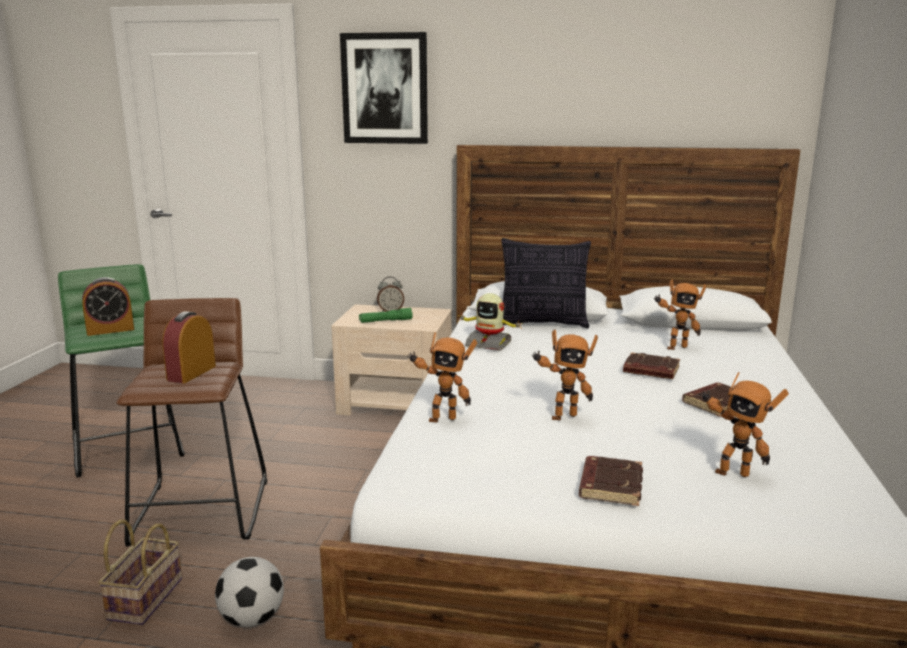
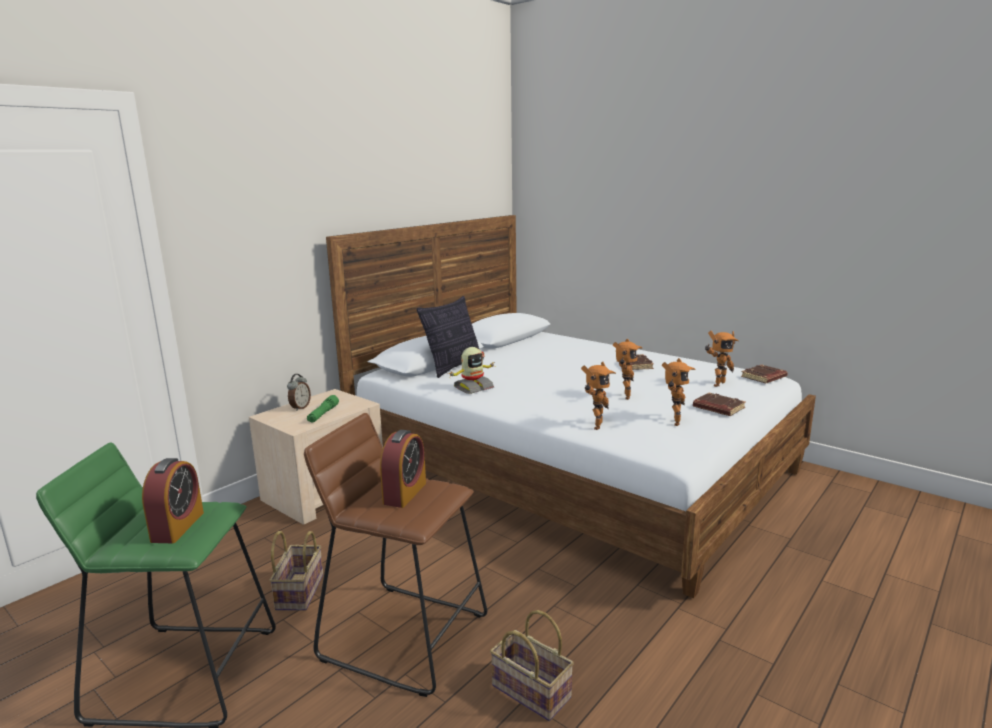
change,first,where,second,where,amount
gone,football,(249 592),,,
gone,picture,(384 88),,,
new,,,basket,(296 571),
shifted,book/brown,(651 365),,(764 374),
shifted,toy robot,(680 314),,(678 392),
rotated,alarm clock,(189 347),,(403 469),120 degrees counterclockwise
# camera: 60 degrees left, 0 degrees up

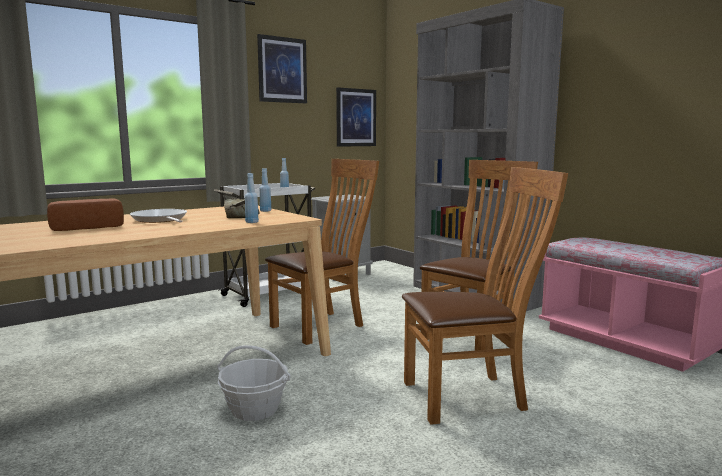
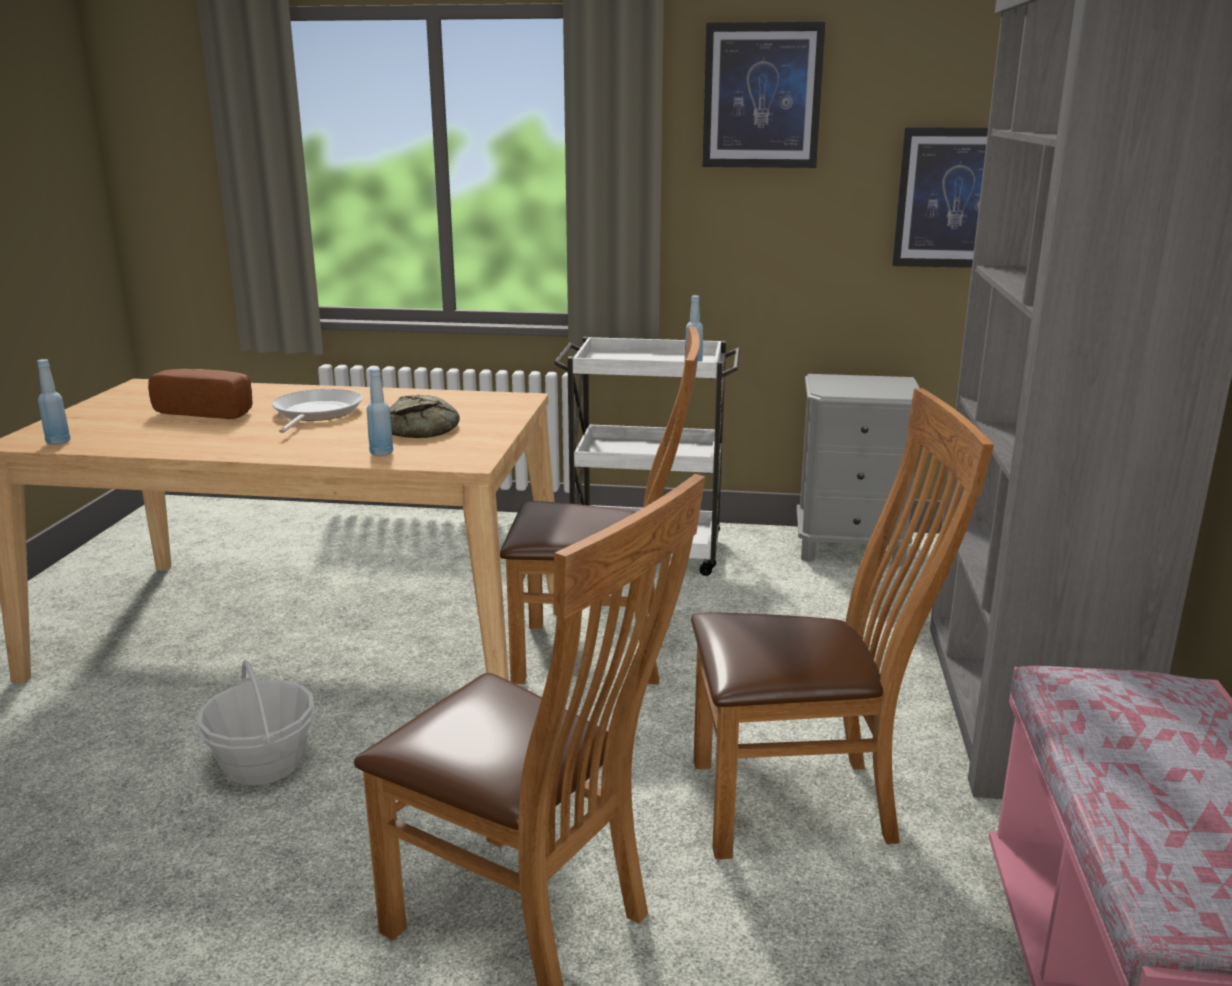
change,first,where,second,where,amount
shifted,bottle/blue,(265 190),,(53 402),
# camera: 45 degrees right, 10 degrees up

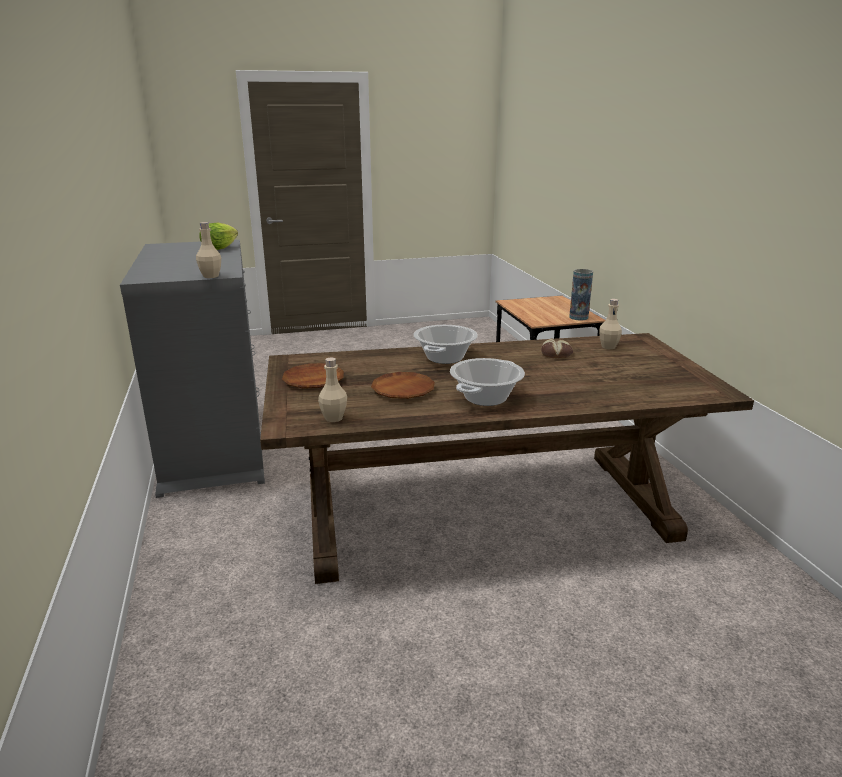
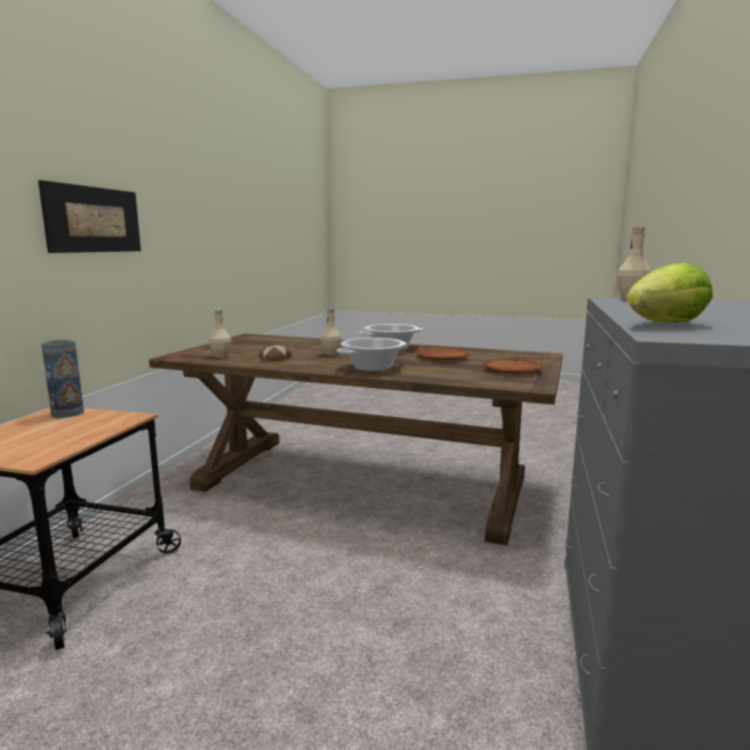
change,first,where,second,where,amount
new,,,picture,(89 216),
shifted,bottle/beige,(332 389),,(331 331),
# camera: 150 degrees left, 10 degrees down

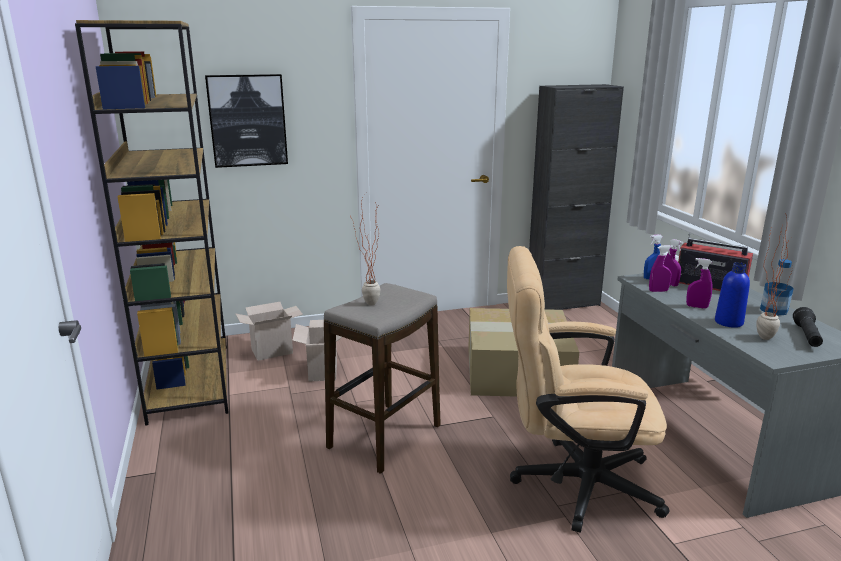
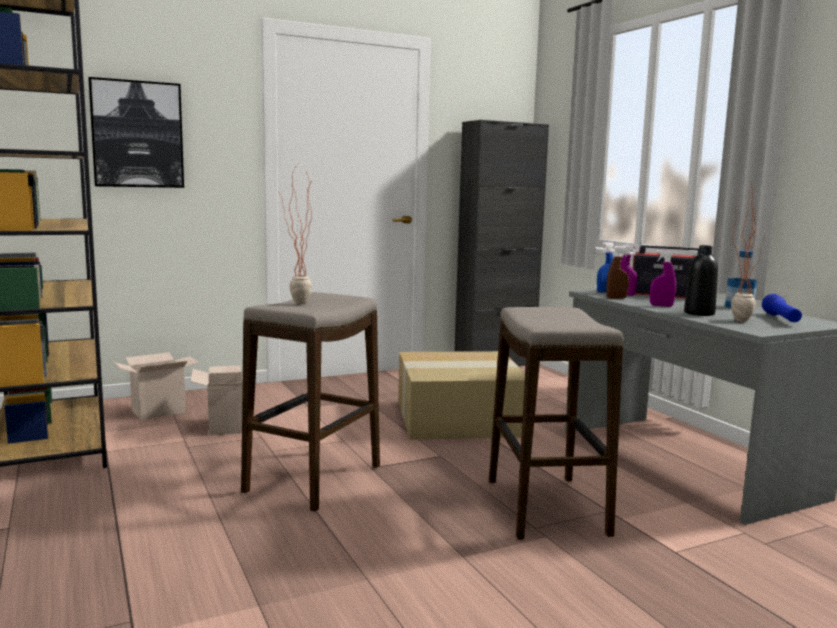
change,first,where,second,where,amount
swapped,office chair/beige,(588 389),stool,(556 423),
repainted,spray bottle/purple,(661 268),spray bottle/brown,(617 272),
repainted,bottle/blue,(732 295),bottle/black,(701 280),
repainted,flashlight/black,(808 327),flashlight/blue,(782 308),
# camera: 10 degrees left, 10 degrees down

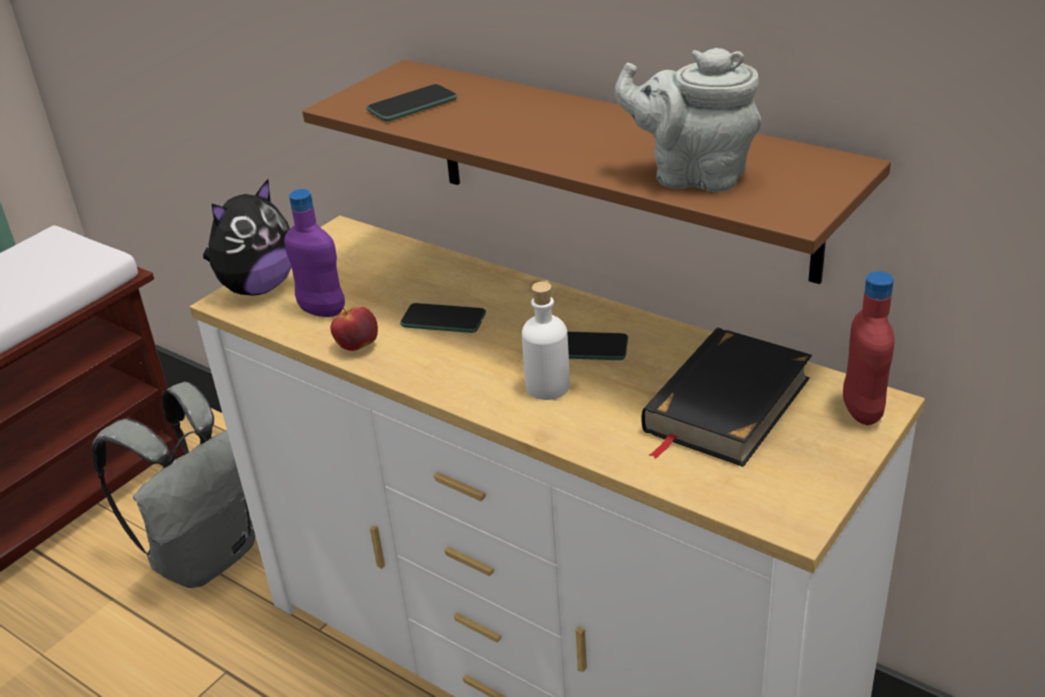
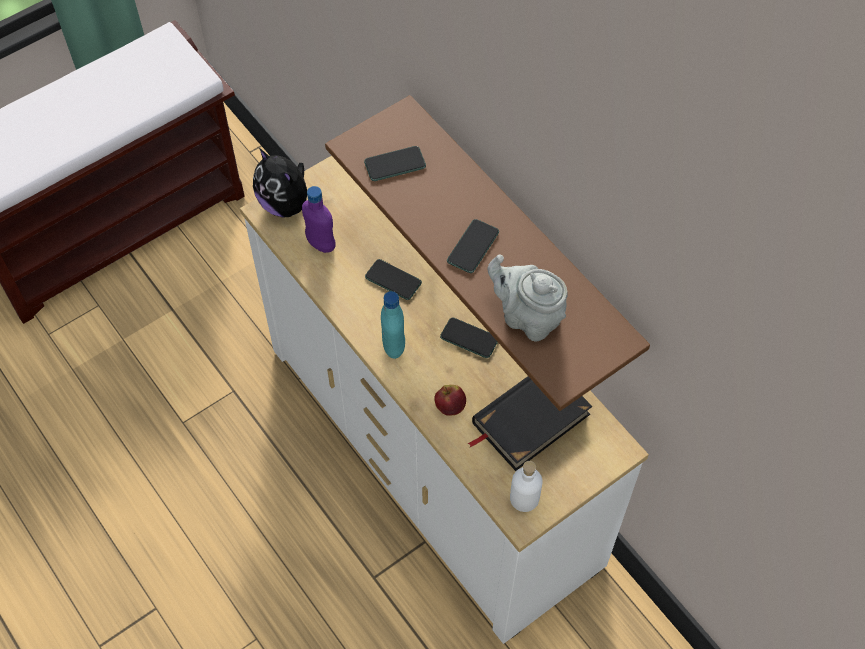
change,first,where,second,where,amount
gone,backpack/grey,(173 485),,,
gone,bottle/red,(869 348),,,
new,,,bottle/turquoise,(393 325),
new,,,phone,(473 246),
shifted,apple,(354 328),,(450 400),
shifted,bottle/white,(546 341),,(526 486),
rotated,plush toy,(247 237),,(280 182),75 degrees clockwise
# camera: 15 degrees right, 25 degrees up

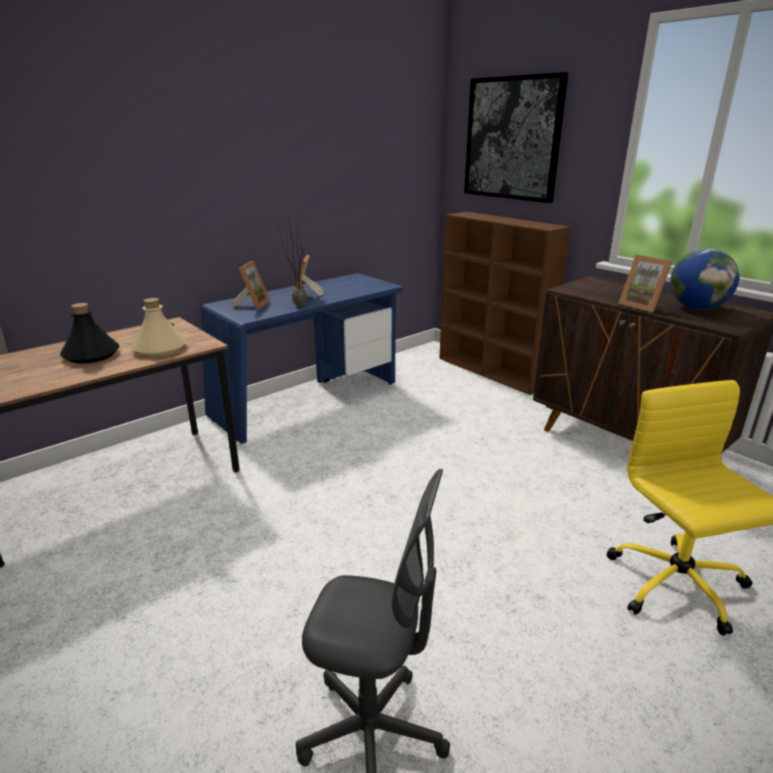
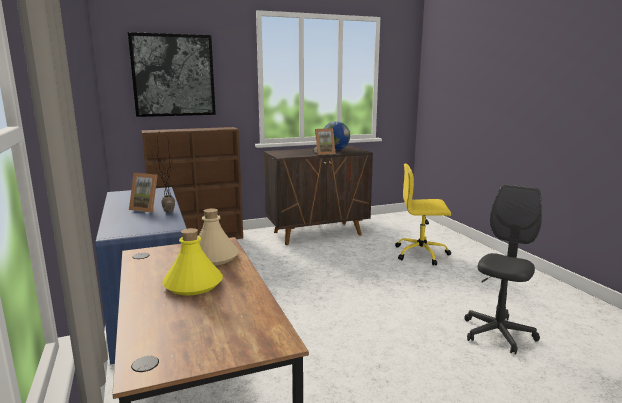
change,first,where,second,where,amount
gone,picture frame,(251 285),,,
repainted,bottle/black,(89 333),bottle/yellow,(192 262),
# camera: 70 degrees left, 10 degrees down

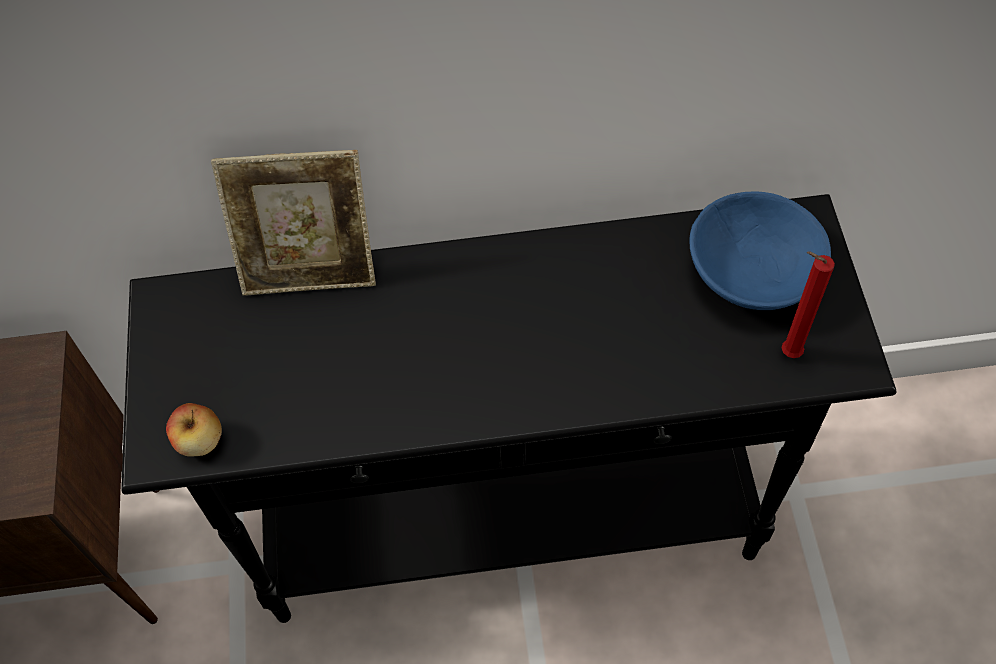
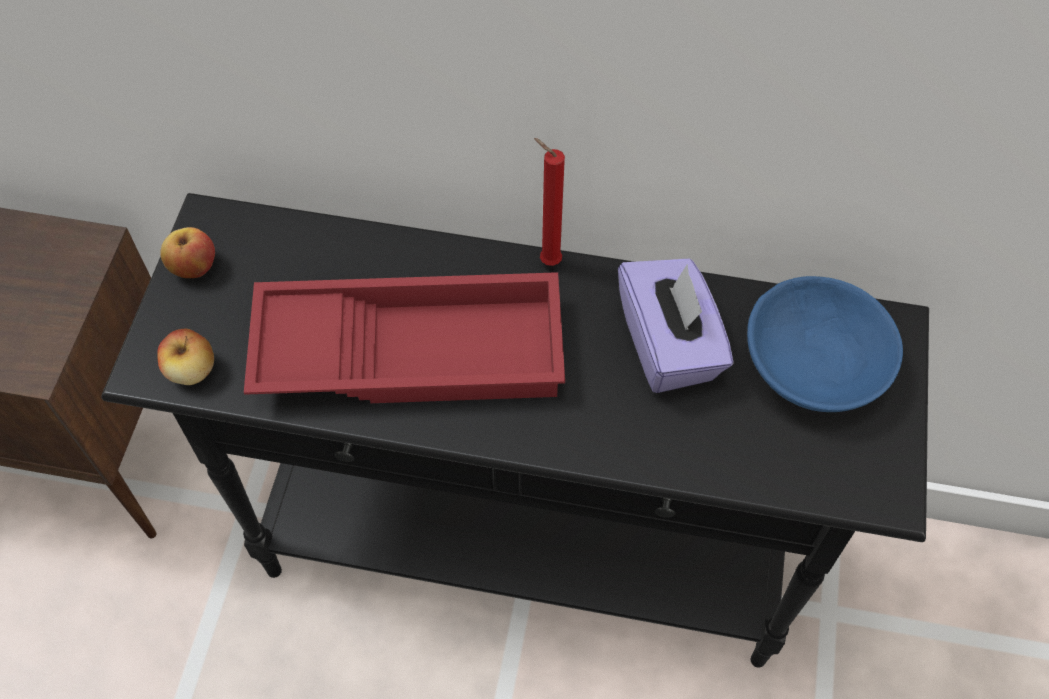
change,first,where,second,where,amount
gone,picture frame,(293 223),,,
new,,,apple,(187 252),
new,,,tray/red,(404 337),
new,,,tissue box/purple,(675 326),
shifted,candle/red,(808 304),,(549 202),
# camera: 15 degrees right, 0 degrees up

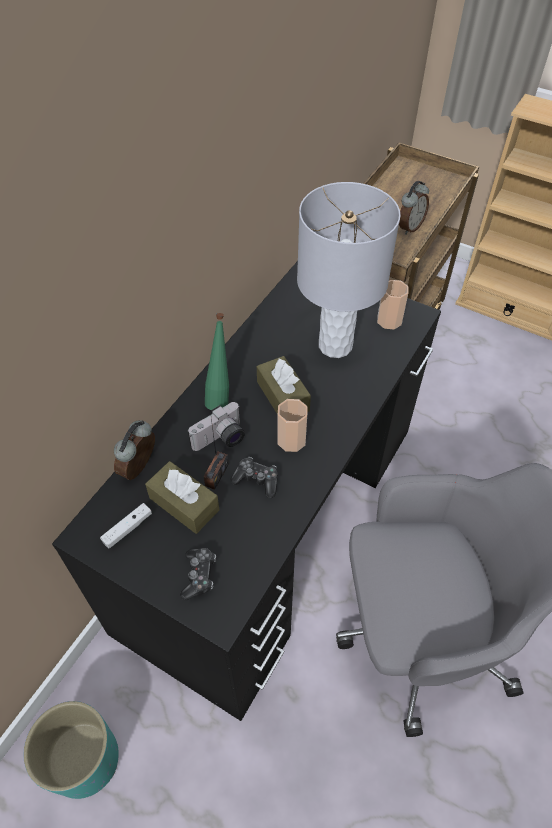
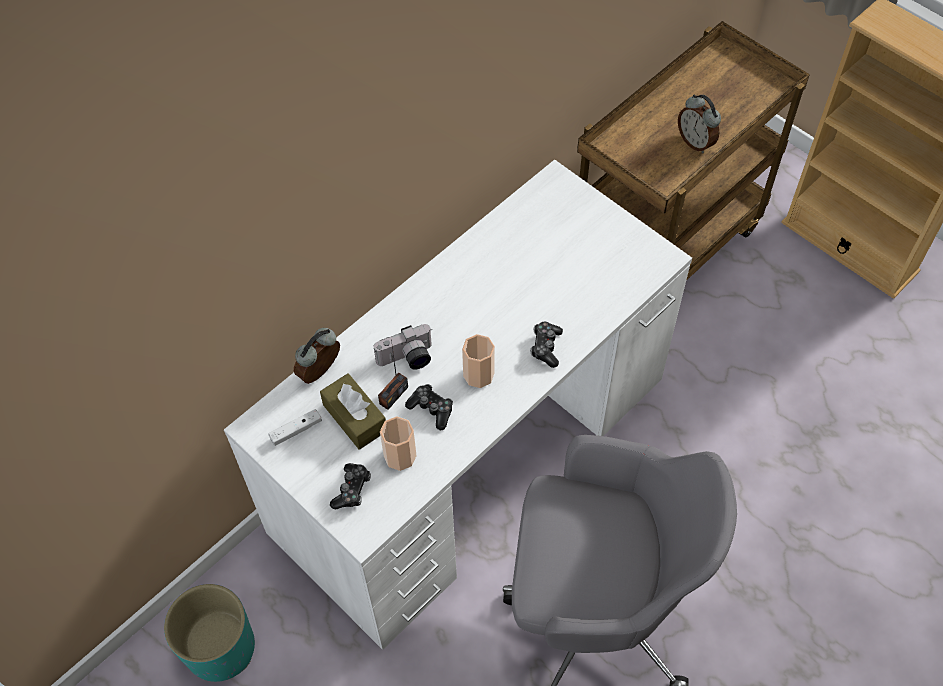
change,first,where,second,where,amount
gone,bottle/green,(217 361),,,
gone,tissue box/brown,(284 385),,,
gone,table lamp/grey,(349 270),,,
new,,,game controller,(546 345),
shifted,cup,(392 304),,(398 443),
repainted,desk/black,(246 491),desk/white,(458 404),
rotated,alarm clock,(414 208),,(699 124),90 degrees clockwise
# camera: 15 degrees right, 5 degrees up

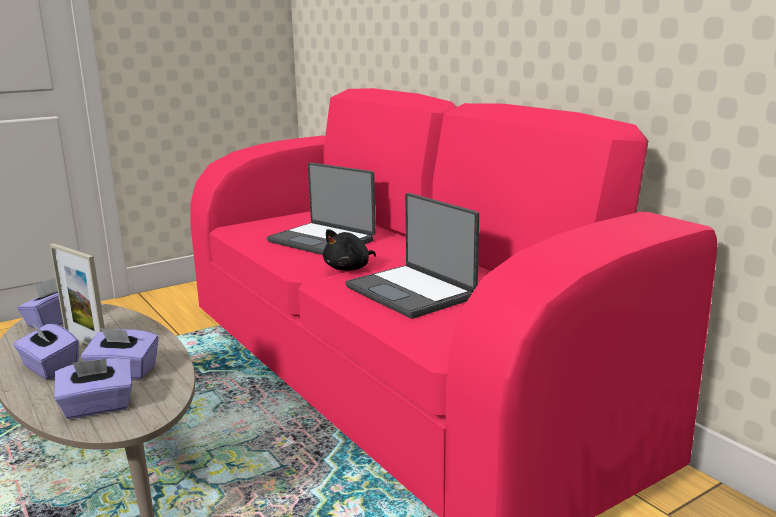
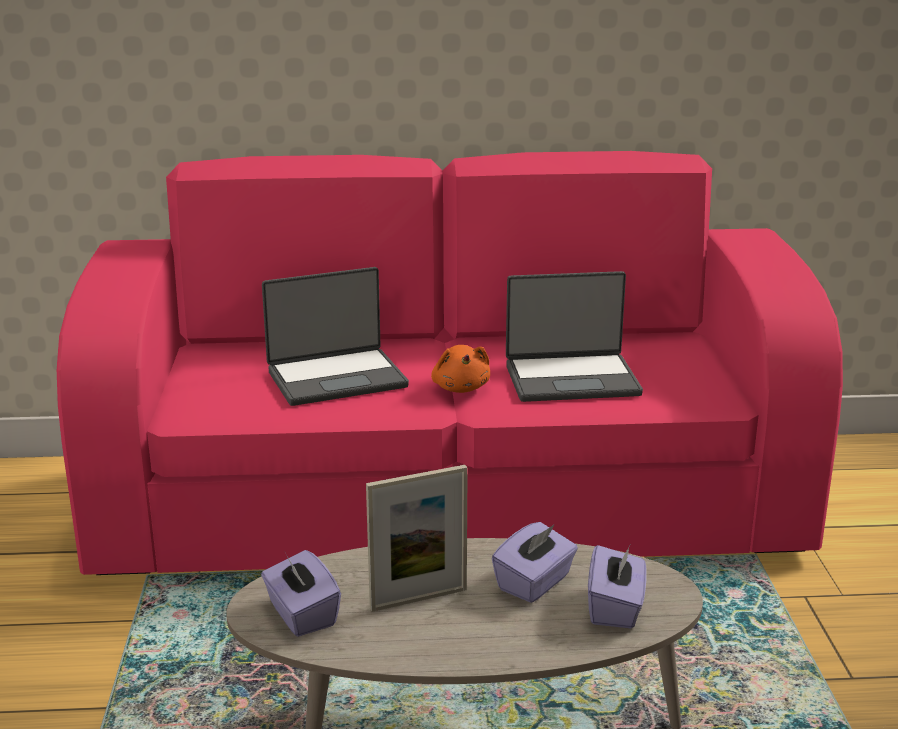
change,first,where,second,where,amount
gone,tissue box/purple,(46 351),,,
repainted,plush toy/black,(349 250),plush toy/orange,(460 369),
# camera: 60 degrees left, 5 degrees up

